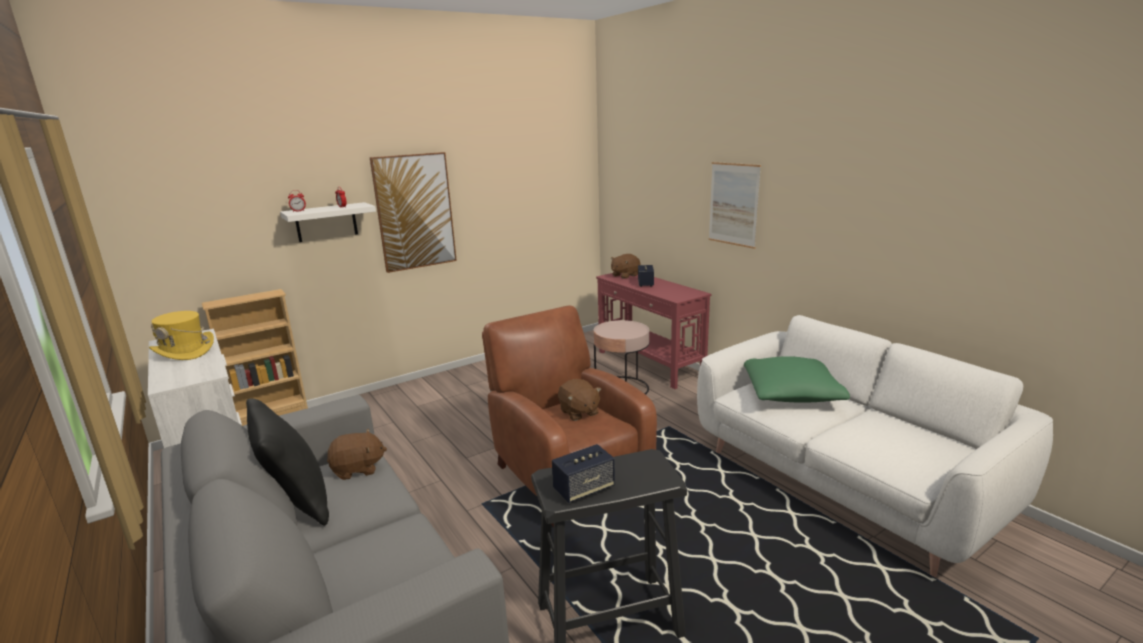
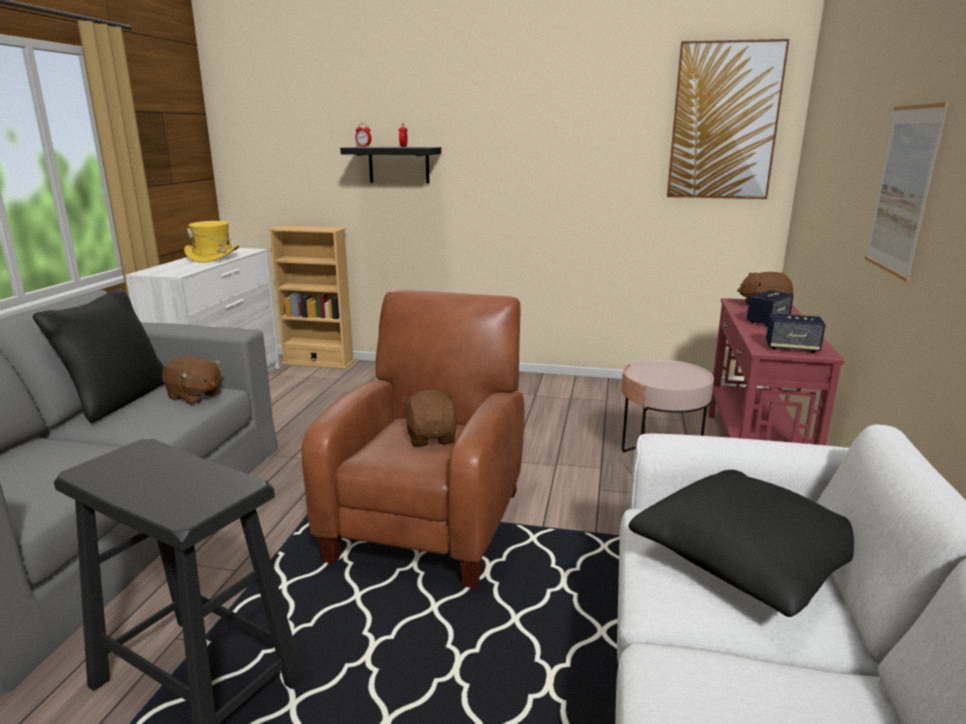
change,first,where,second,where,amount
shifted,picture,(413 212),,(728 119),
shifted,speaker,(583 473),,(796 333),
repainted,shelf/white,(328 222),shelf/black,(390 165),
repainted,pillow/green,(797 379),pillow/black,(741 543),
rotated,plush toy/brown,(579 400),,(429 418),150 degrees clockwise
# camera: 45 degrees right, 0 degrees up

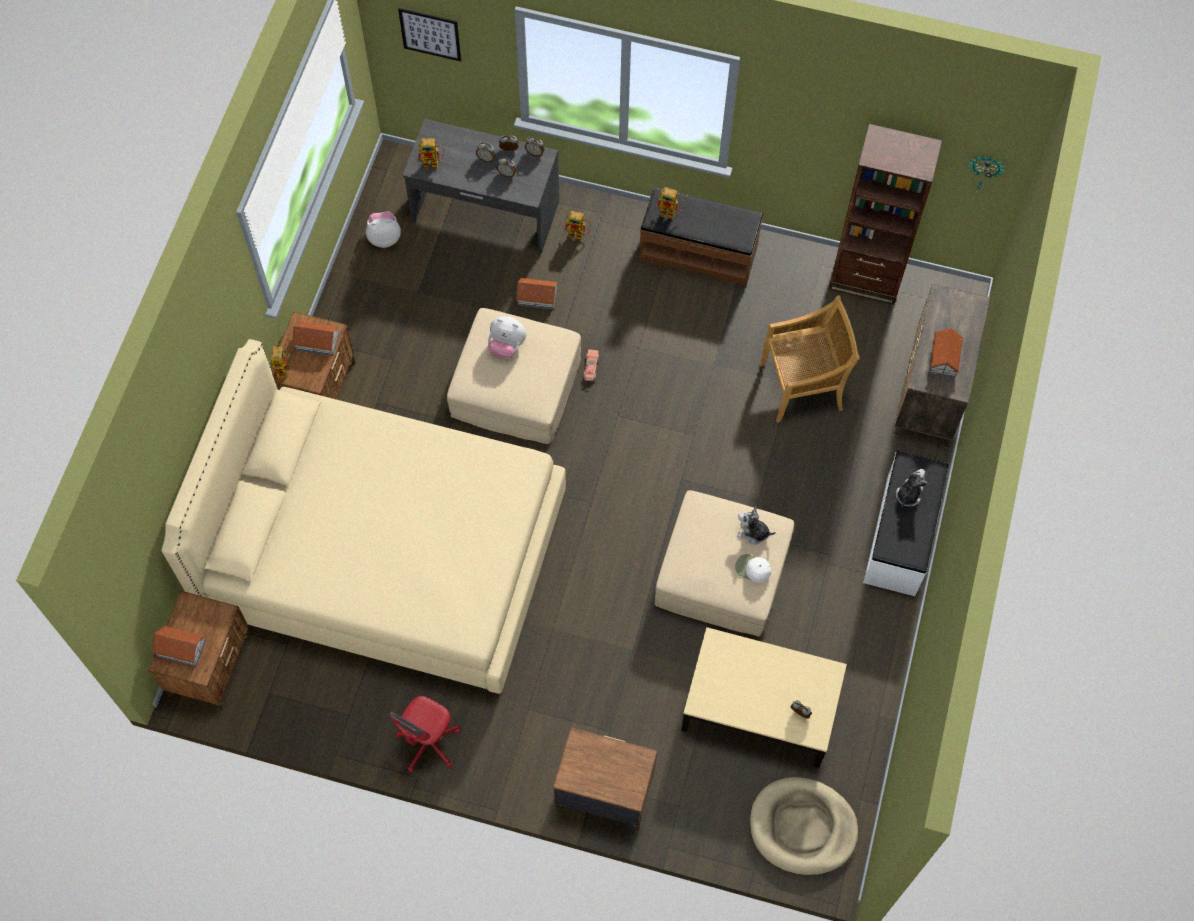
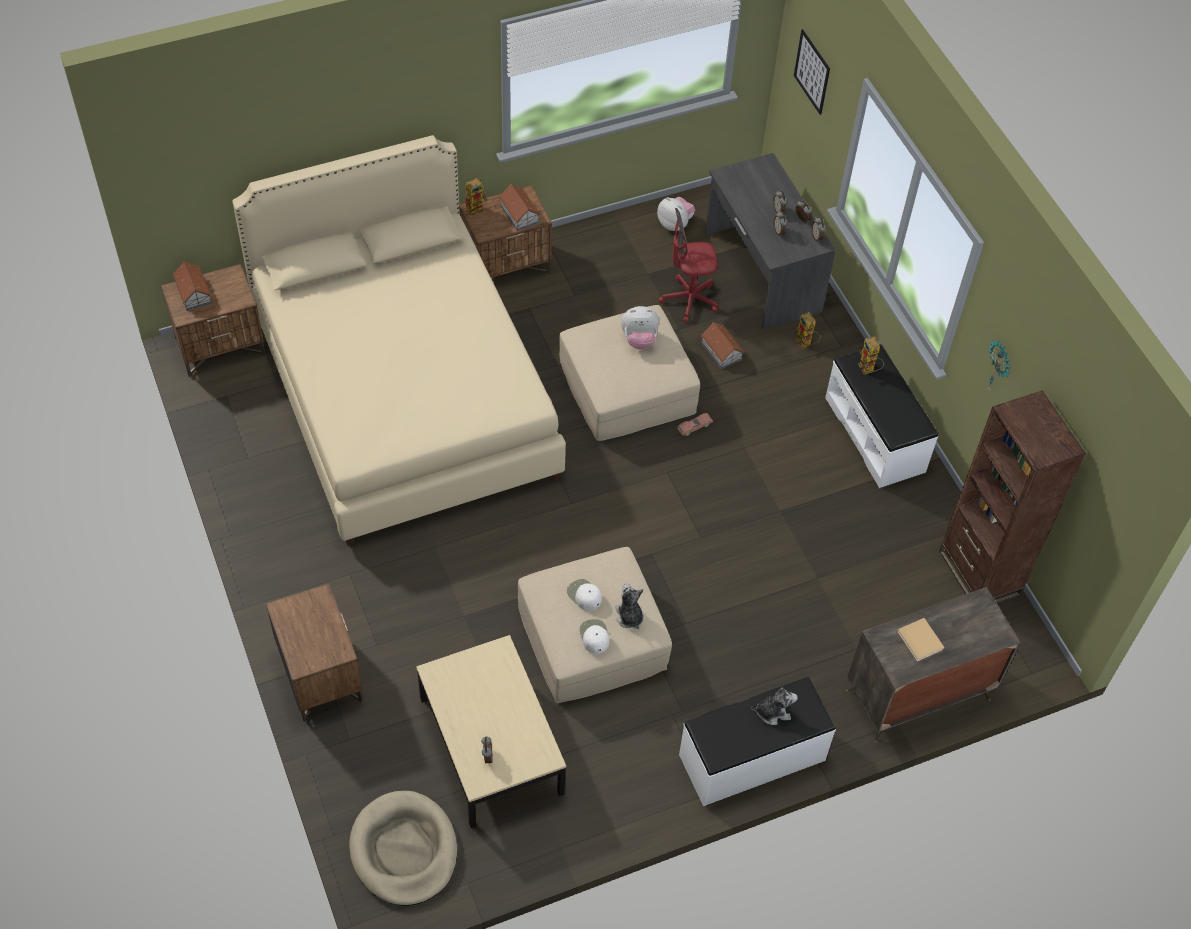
change,first,where,second,where,amount
gone,toy robot,(431 153),,,
gone,chair/beige,(810 359),,,
new,,,cap/white,(584 595),
shifted,office chair/red,(425 734),,(688 265),
shifted,wall clock,(986 174),,(999 365),
swapped,toy house,(946 353),book/beige,(921 639),
repainted,bench/brown,(701 236),bench/white,(881 416),
rotated,plush toy,(507 337),,(640 327),75 degrees counterclockwise
# camera: 50 degrees right, 10 degrees down

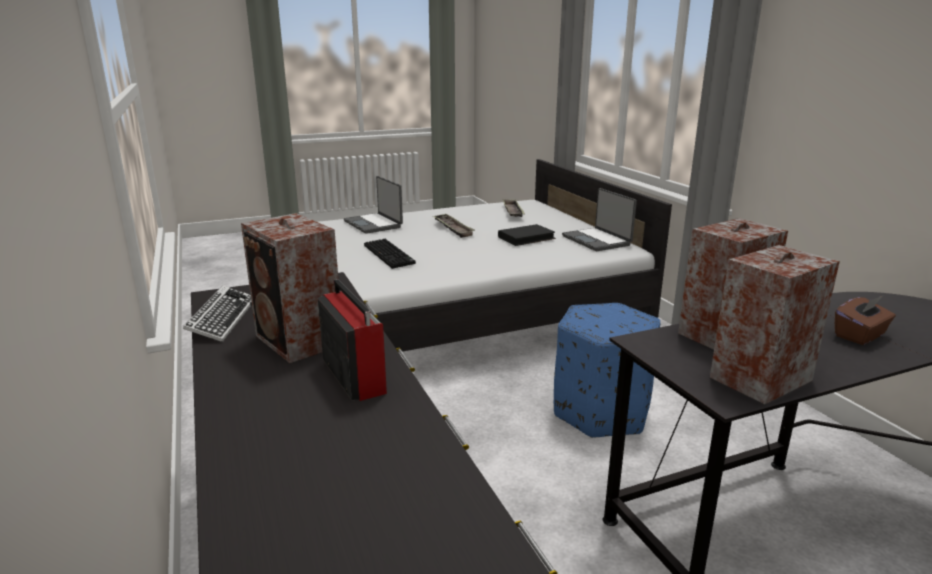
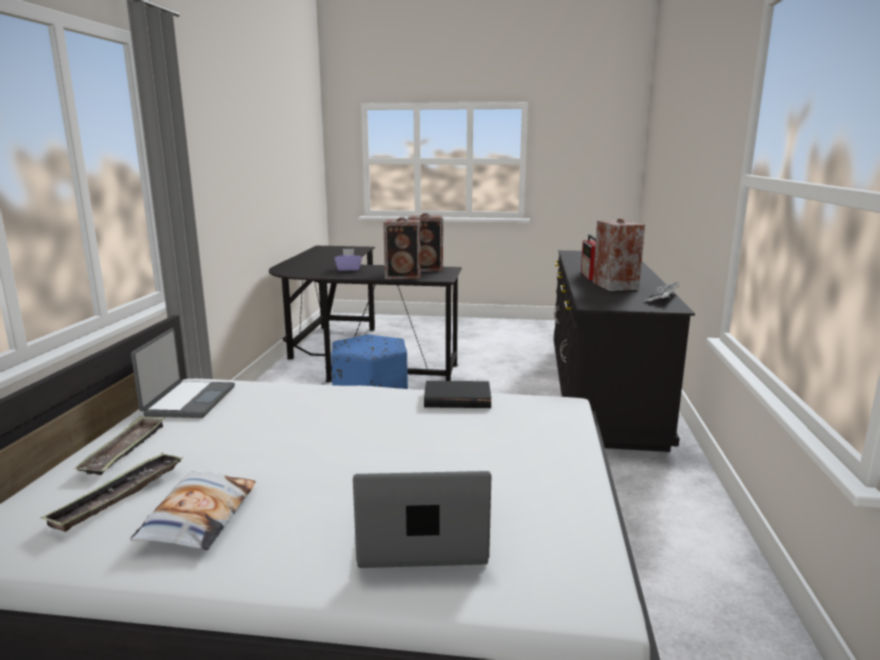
change,first,where,second,where,amount
gone,keyboard,(390 254),,,
new,,,pillow,(193 510),
shifted,tray,(453 226),,(119 445),
shifted,book/black,(527 235),,(457 394),
repainted,tissue box/brown,(865 320),tissue box/purple,(348 260),
rotated,laptop,(373 205),,(422 519),90 degrees counterclockwise
# camera: 150 degrees left, 5 degrees down

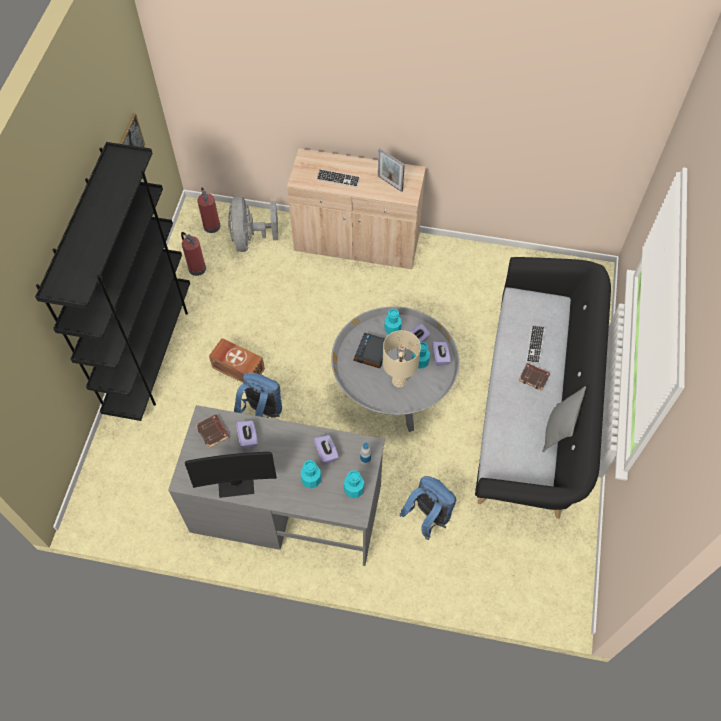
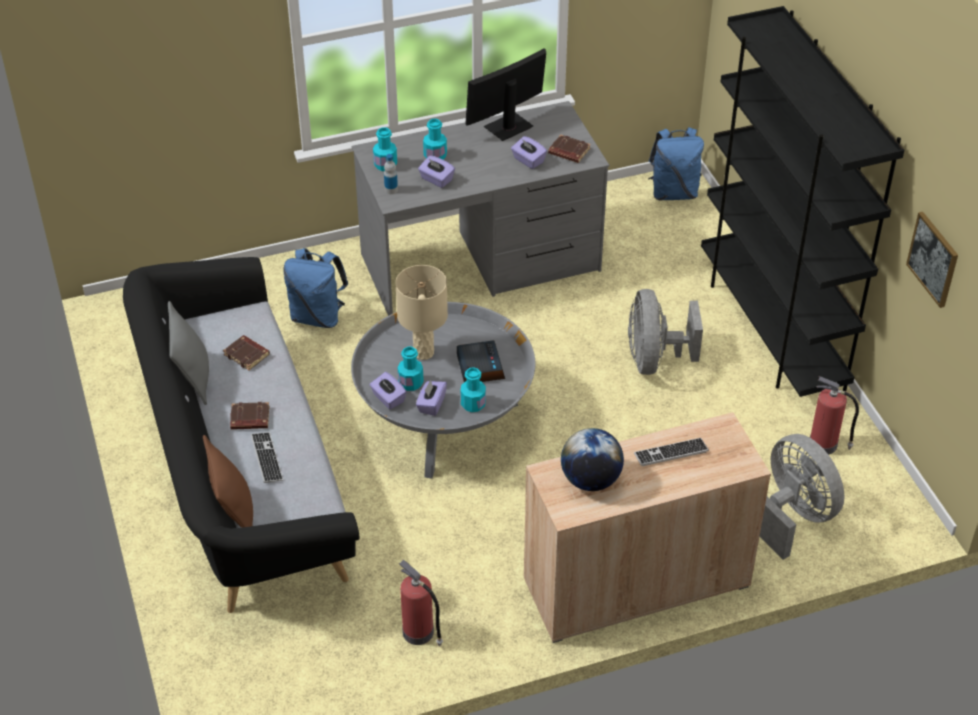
change,first,where,second,where,amount
new,,,pillow/brown,(228 481),
new,,,book/brown,(246 352),
shifted,fire extinguisher,(208 210),,(420 603),
shifted,backpack/blue,(258 395),,(676 163),
swapped,storage box/brown,(237 360),fan/grey,(665 332),
swapped,picture frame,(391 170),globe,(592 459),
# camera: 150 degrees right, 15 degrees down

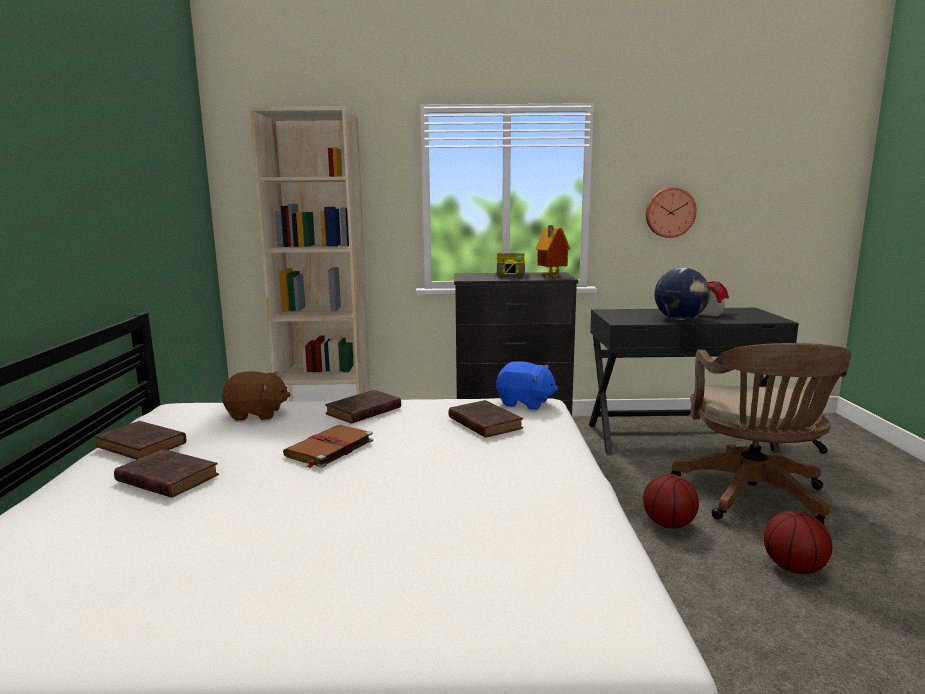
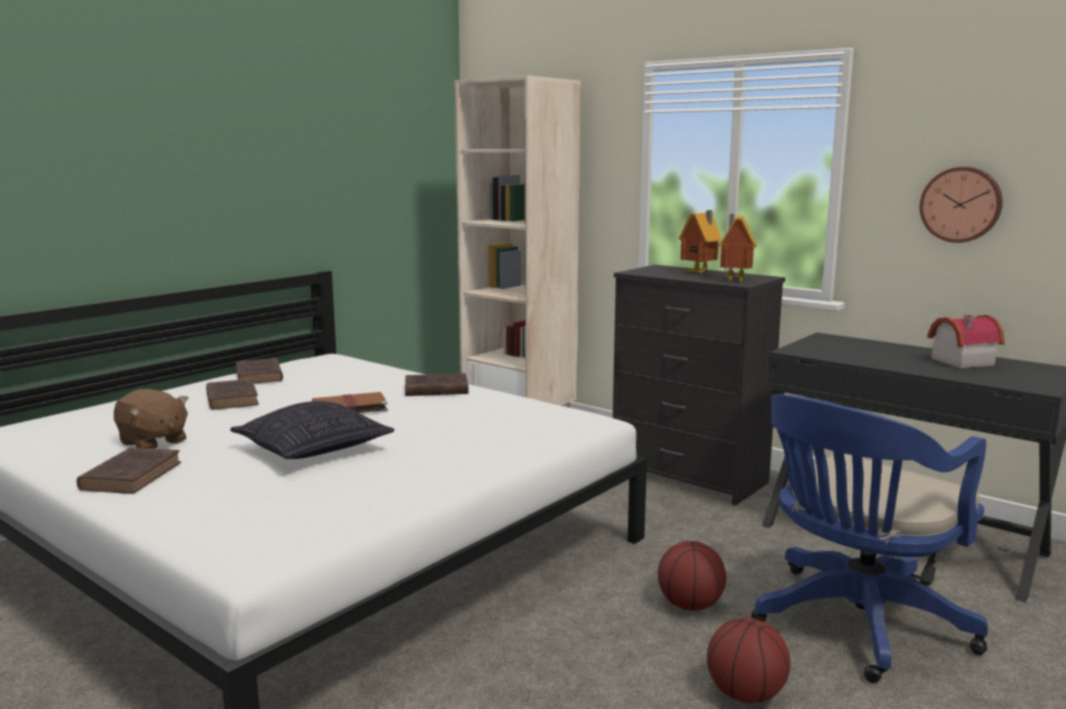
change,first,where,second,where,amount
gone,plush toy/blue,(527 385),,,
gone,globe,(682 294),,,
new,,,pillow,(312 430),
shifted,plush toy/brown,(256 396),,(151 419),
shifted,book/brown,(486 419),,(129 470),
swapped,toy truck,(510 264),toy house,(700 241),
repainted,office chair/brown,(761 433),office chair/blue,(869 538),
# camera: 40 degrees right, 0 degrees up

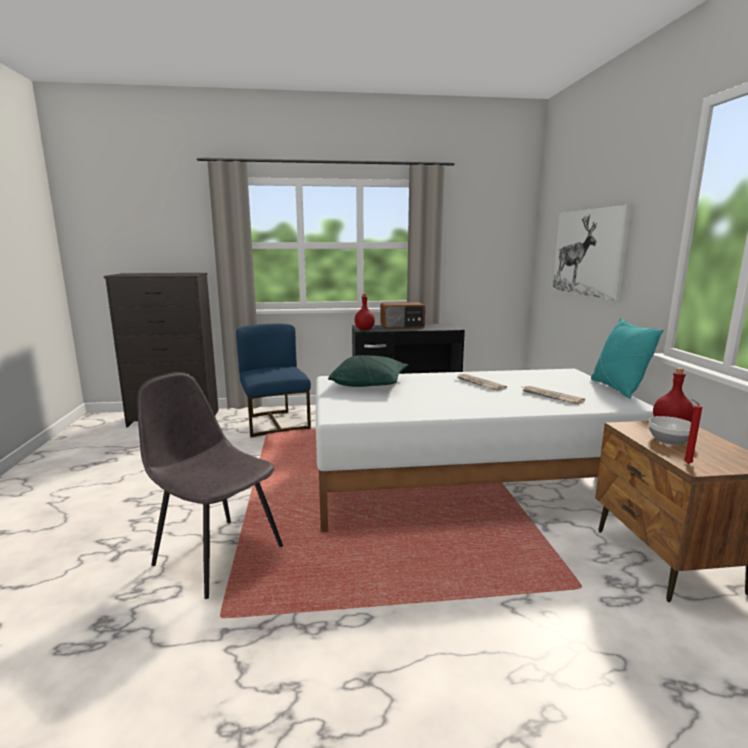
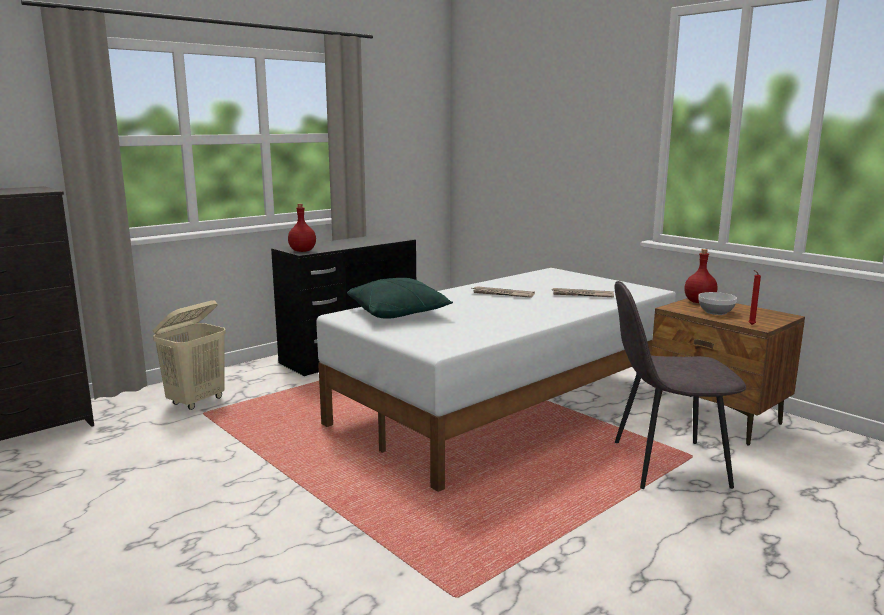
change,first,where,second,where,amount
gone,radio,(403 315),,,
gone,picture,(592 253),,,
gone,pillow/turquoise,(627 358),,,
shifted,chair/grey,(210 485),,(680 385),
swapped,chair/blue,(273 380),laundry basket/beige,(189 355),
# camera: 35 degrees left, 0 degrees up

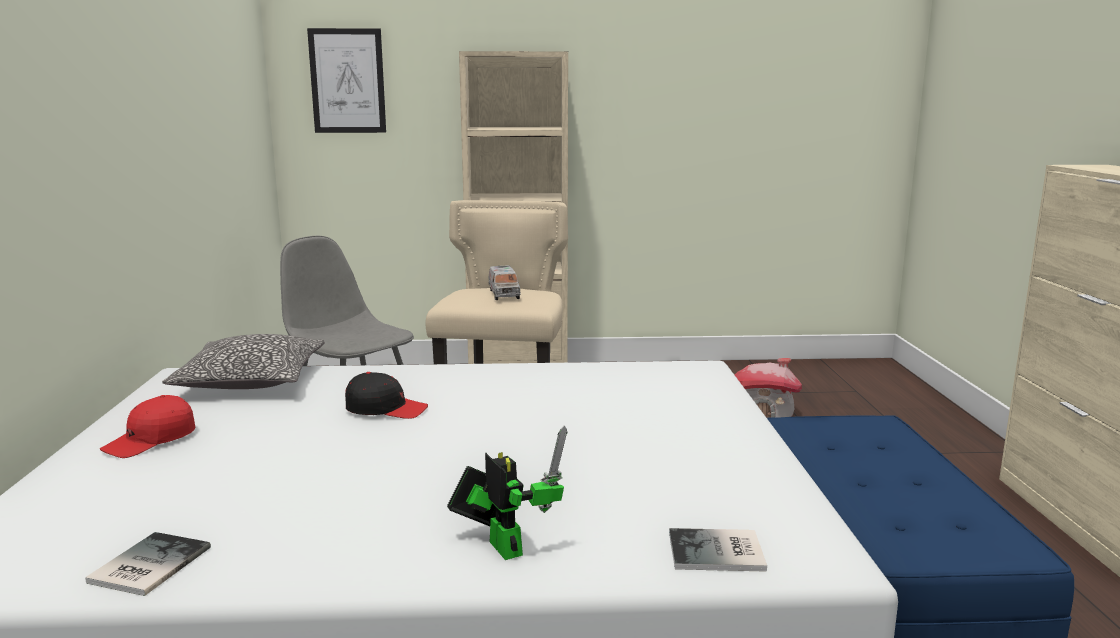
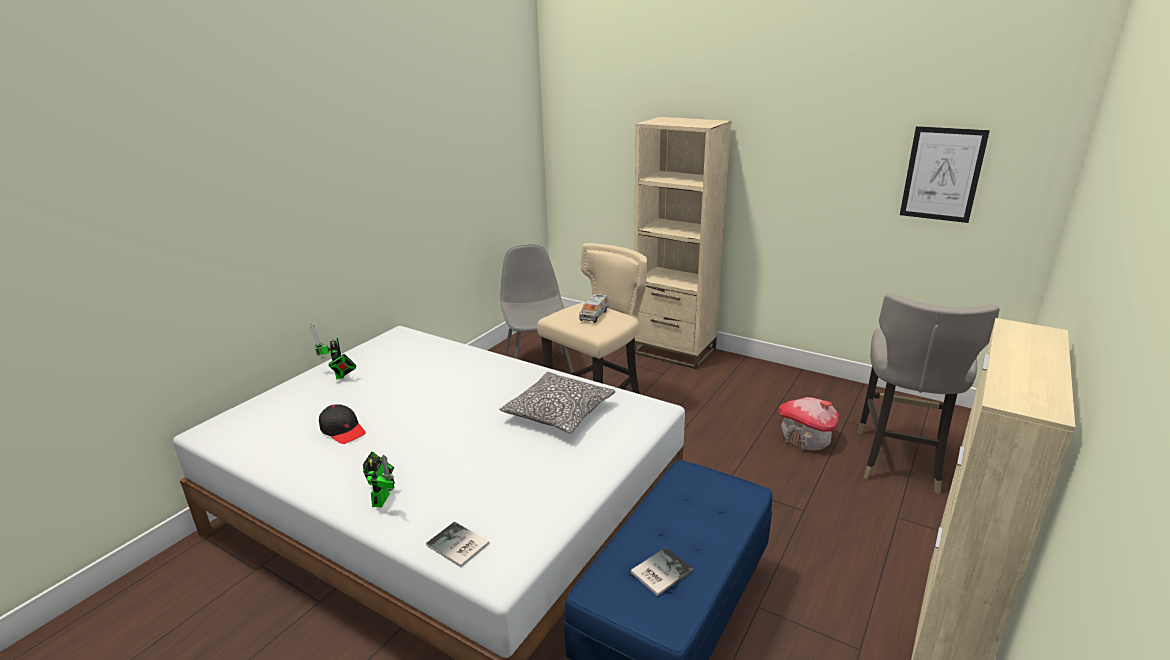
change,first,where,second,where,amount
new,,,stool/grey,(929 393),
shifted,book,(148 564),,(662 571),
shifted,pillow,(243 361),,(557 403),
shifted,picture,(346 80),,(945 174),
shifted,cap/black,(386 395),,(342 424),
swapped,cap/red,(148 426),toy robot,(333 352),
# camera: 35 degrees right, 10 degrees up

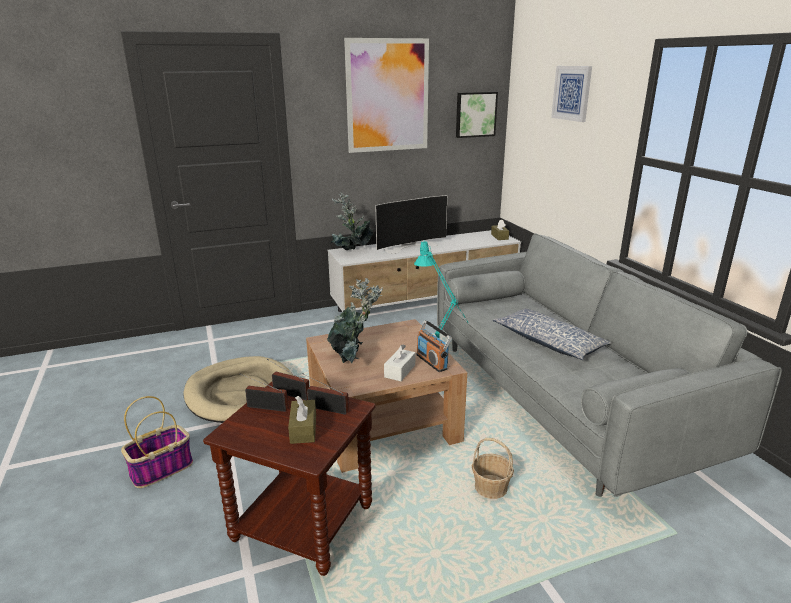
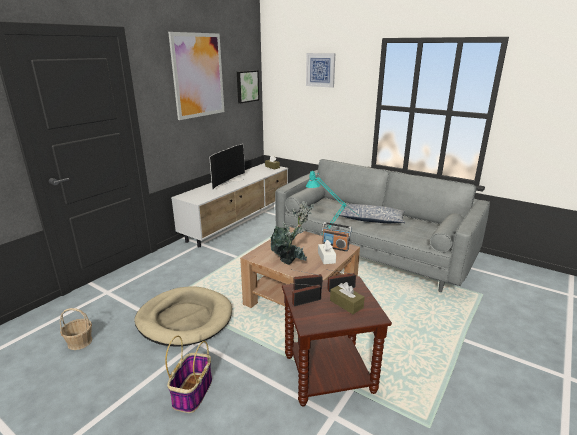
change,first,where,second,where,amount
gone,potted plant,(351 221),,,
shifted,basket,(493 468),,(76 329),
# camera: 35 degrees left, 0 degrees up

